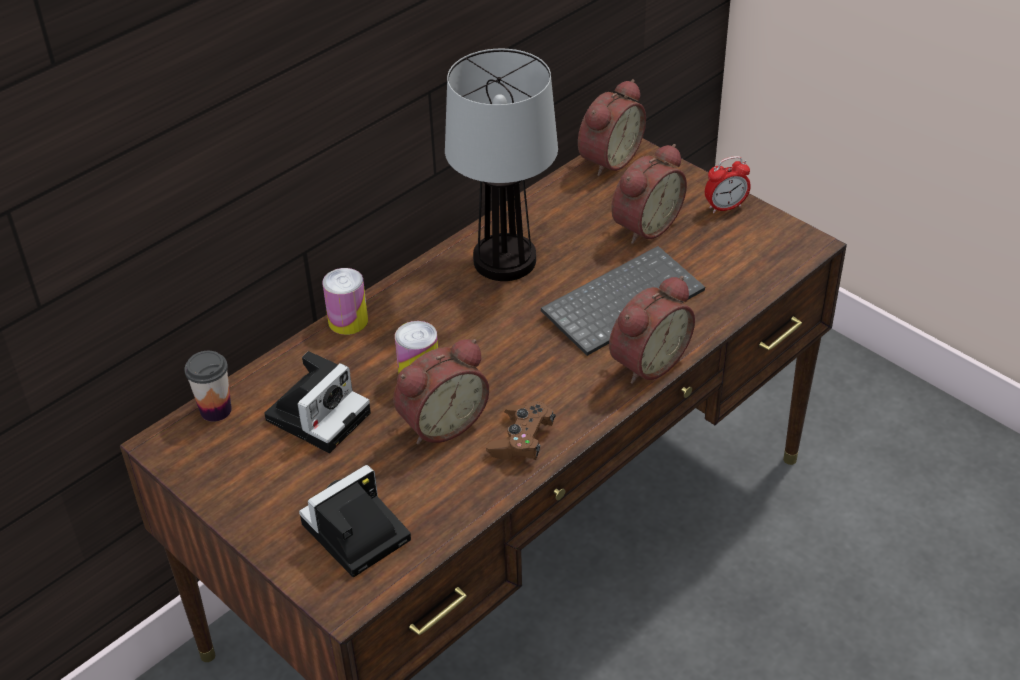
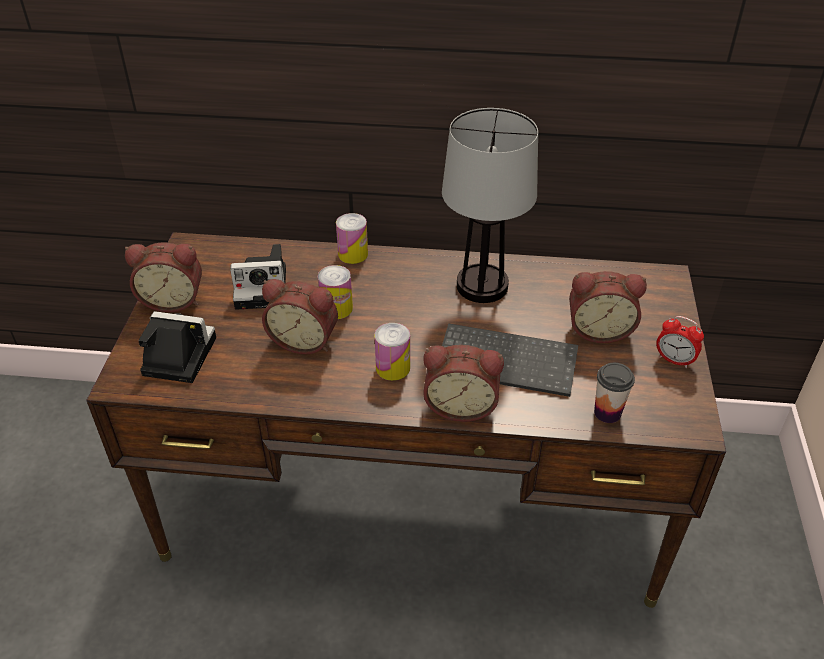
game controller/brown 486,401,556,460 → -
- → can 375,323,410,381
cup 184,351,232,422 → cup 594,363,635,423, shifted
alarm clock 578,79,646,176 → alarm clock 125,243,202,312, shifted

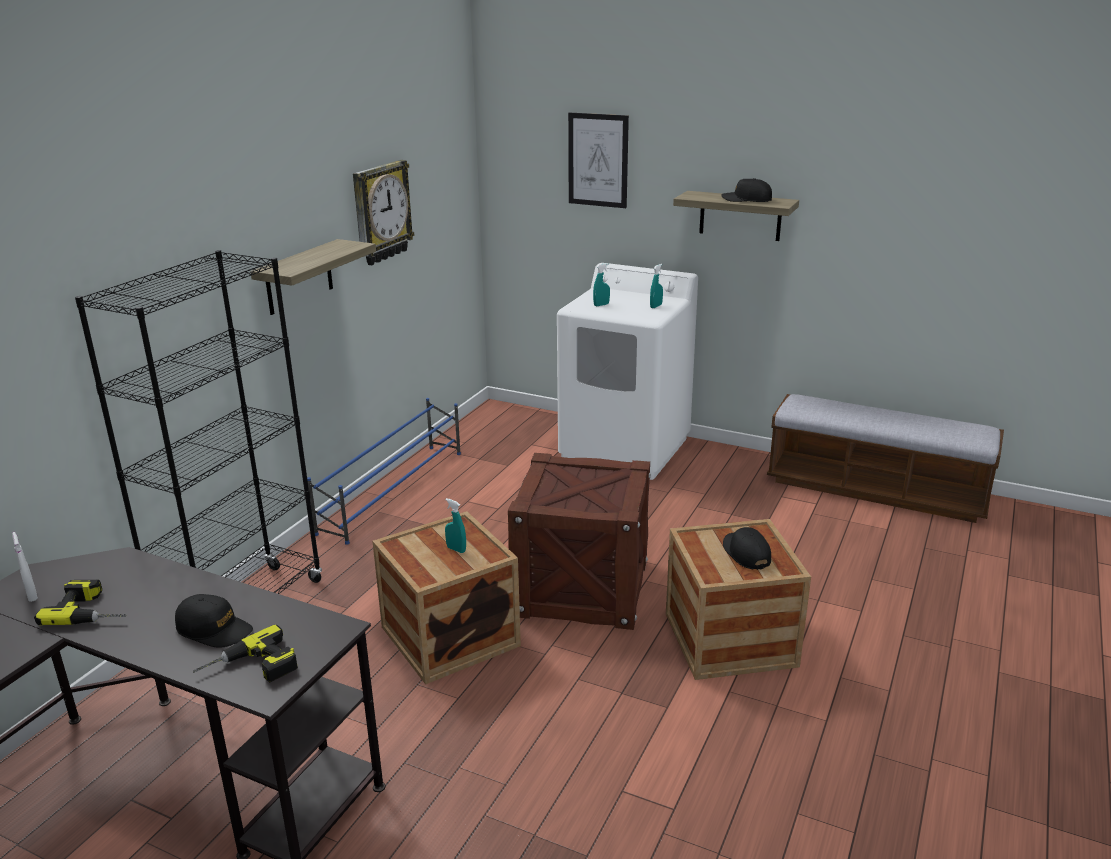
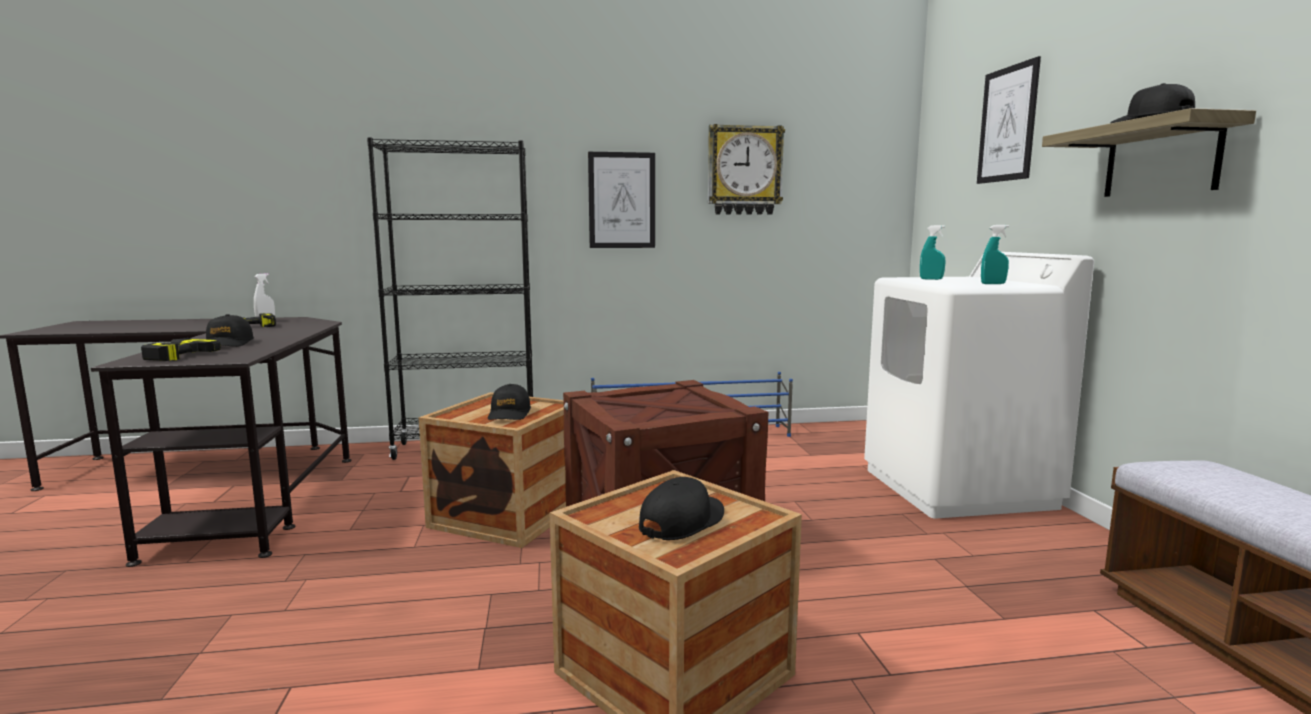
shelf 250,239,376,315 → picture 588,152,655,248
spray bottle/turquoise 445,498,466,553 → cap/black 488,384,531,420

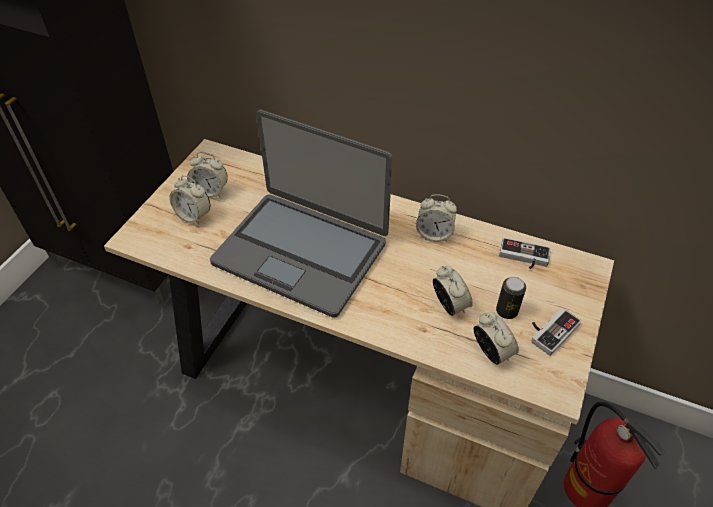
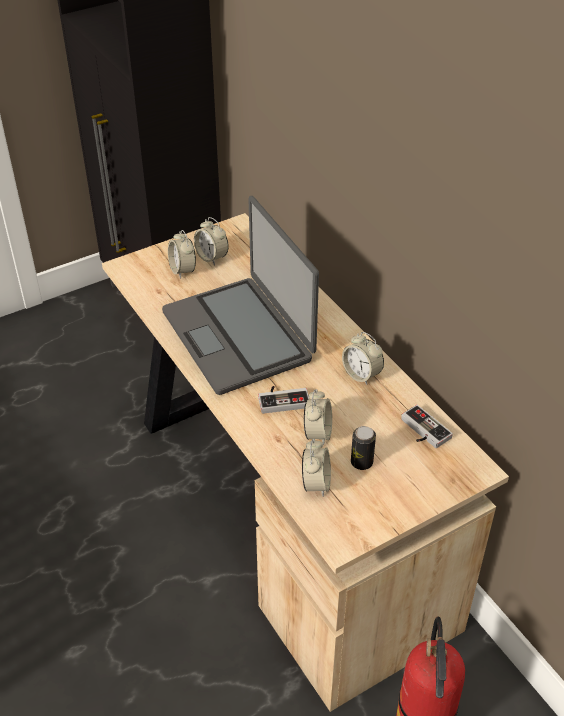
game controller 531,308,582,356 → game controller 258,386,309,414, shifted

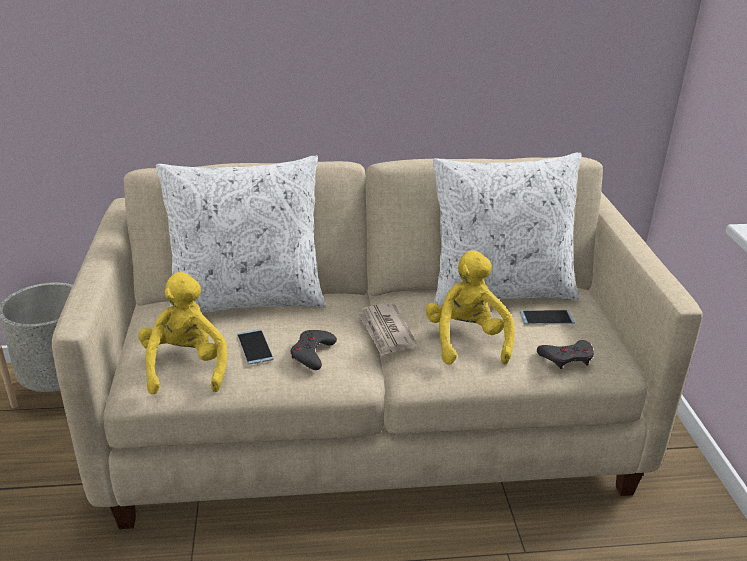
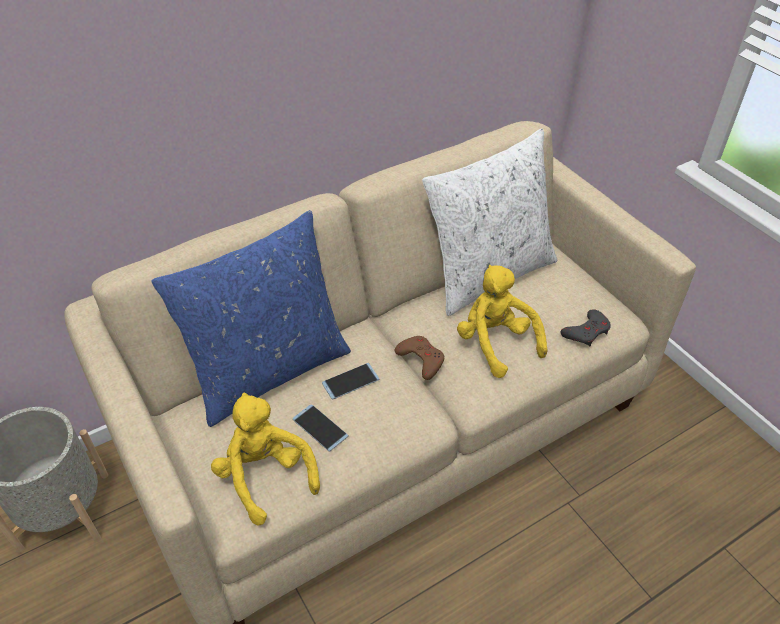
game controller/grey 291,330,337,370 → -
phone 520,310,575,325 → phone 322,363,379,399, shifted
newspaper 357,303,417,356 → game controller/brown 395,336,445,380
pillow/white 156,155,326,313 → pillow/blue 151,210,351,427

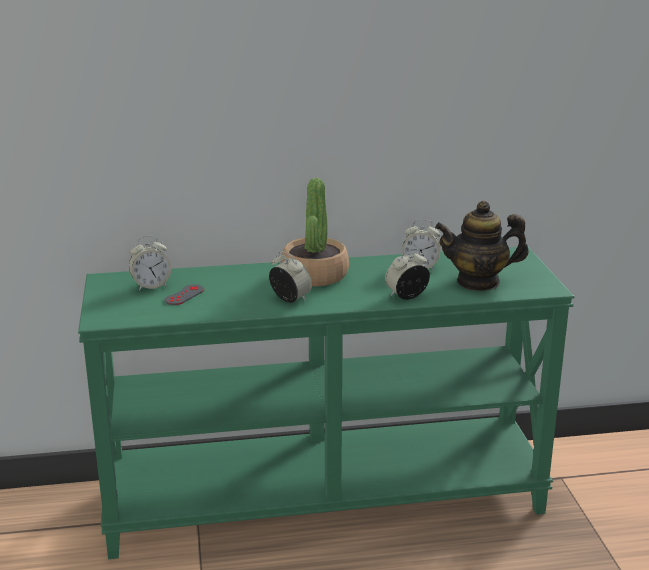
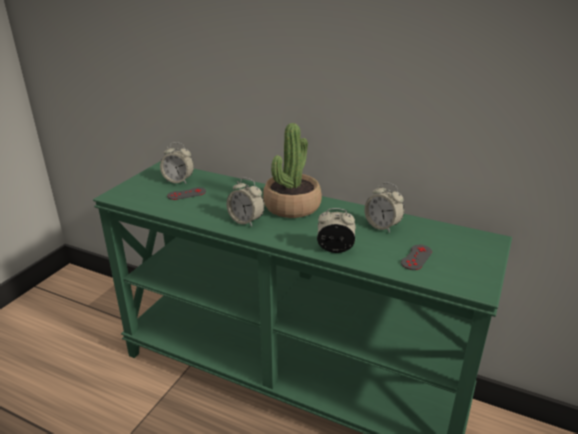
teapot 435,201,529,291 → game controller/grey 401,245,432,270
alarm clock 269,251,312,303 → alarm clock 227,178,264,227, 135 degrees clockwise

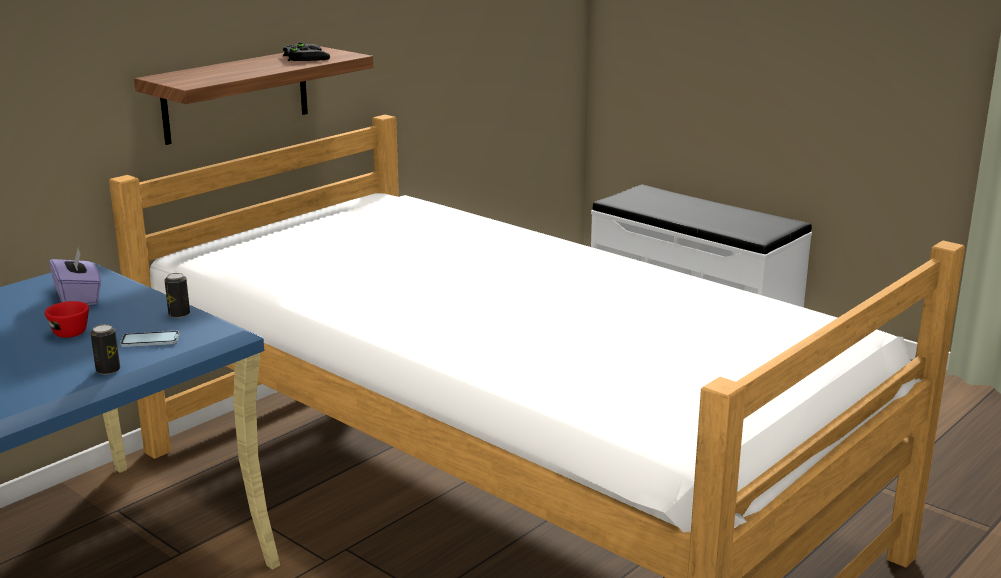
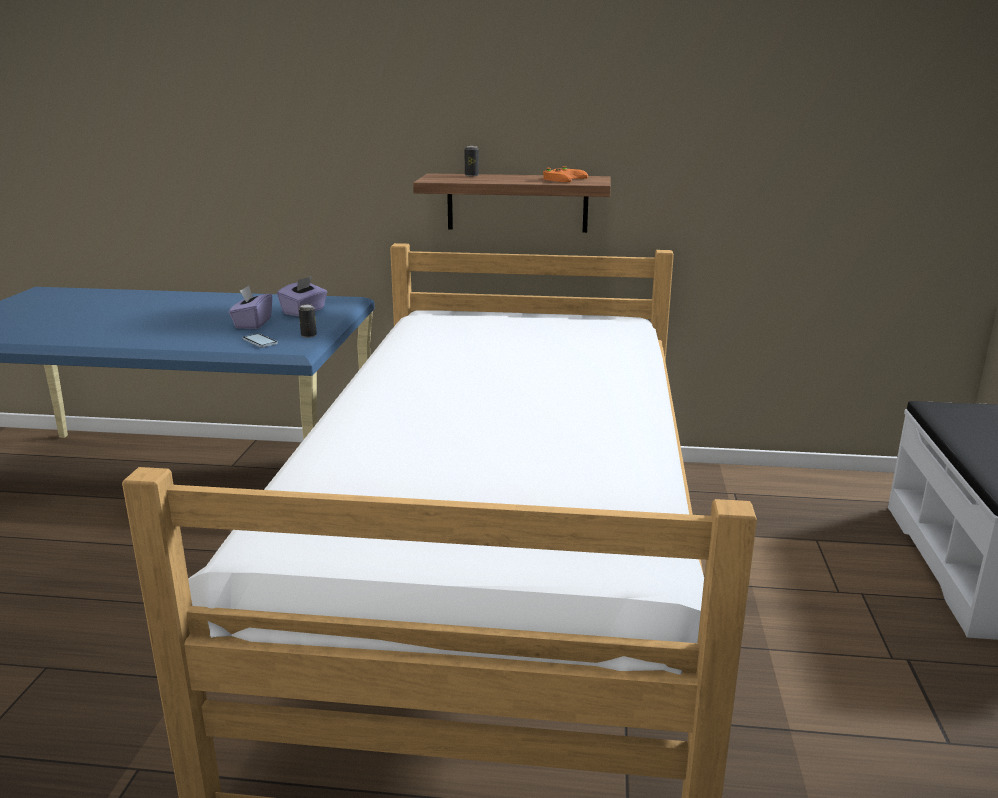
can 91,324,120,375 → can 464,146,479,176, shifted
cup/red 45,301,89,338 → tissue box/purple 229,285,272,329
game controller/black 283,42,330,61 → game controller/orange 543,166,588,182

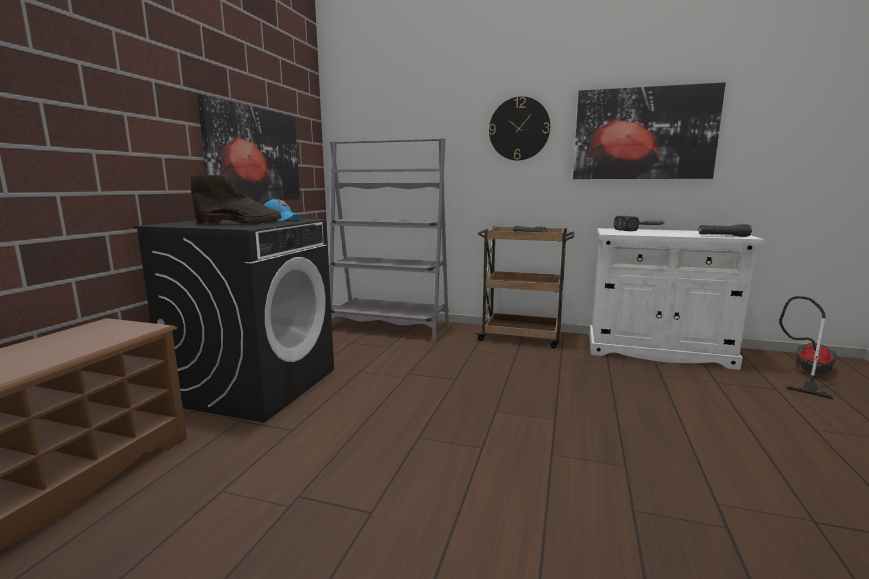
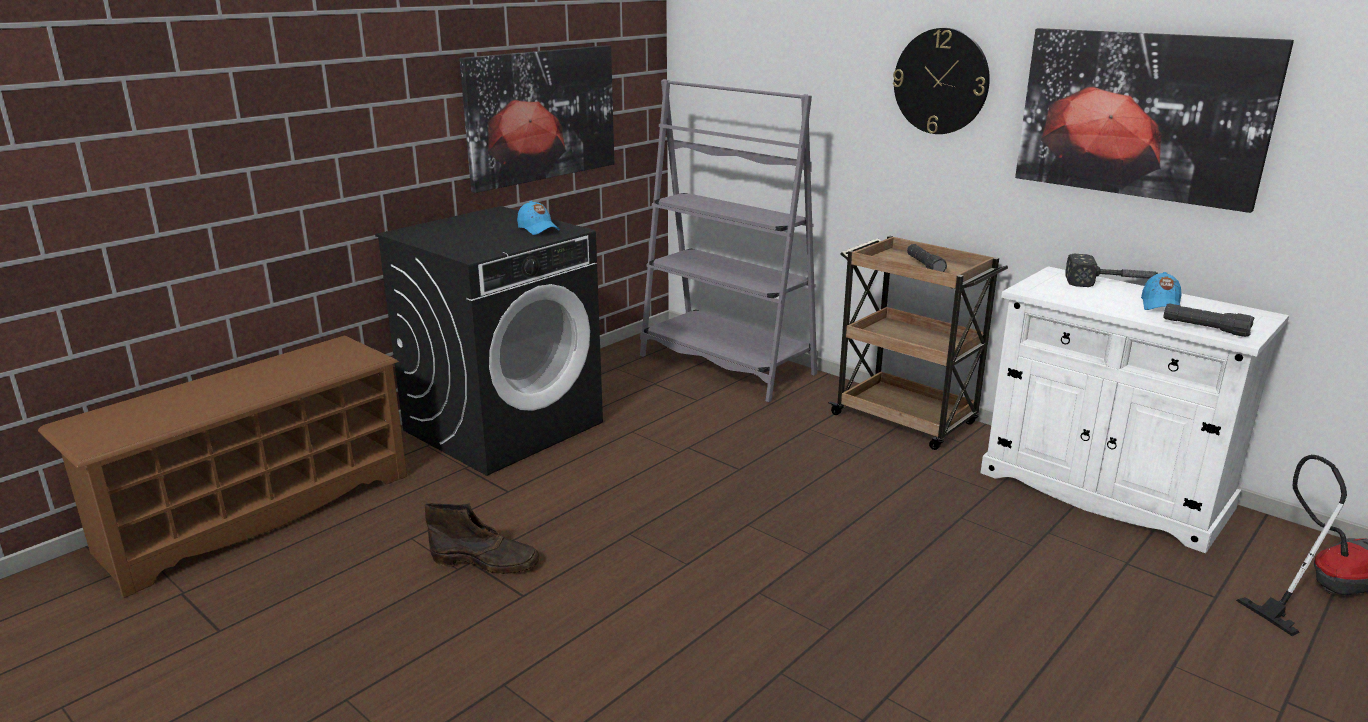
- → cap/blue 1141,272,1182,310
boot/brown 190,174,281,225 → boot/brown 424,503,540,574, shifted

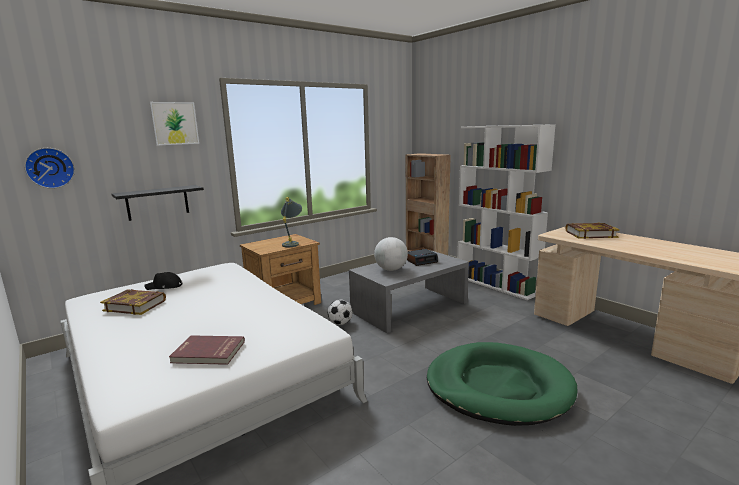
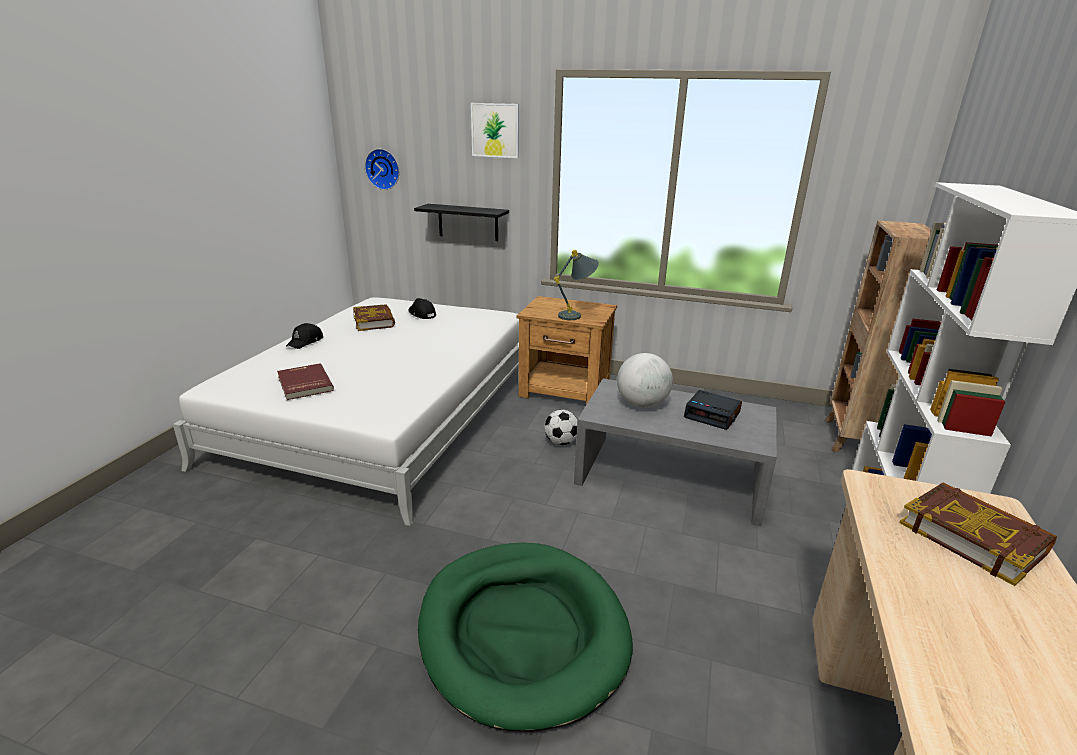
- → cap/black 286,323,323,349

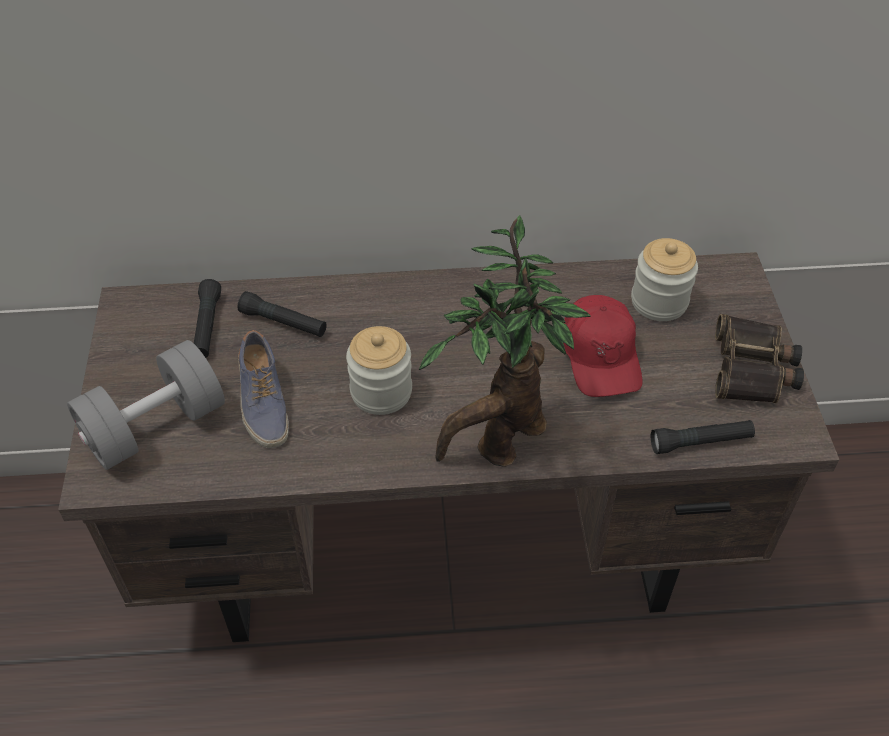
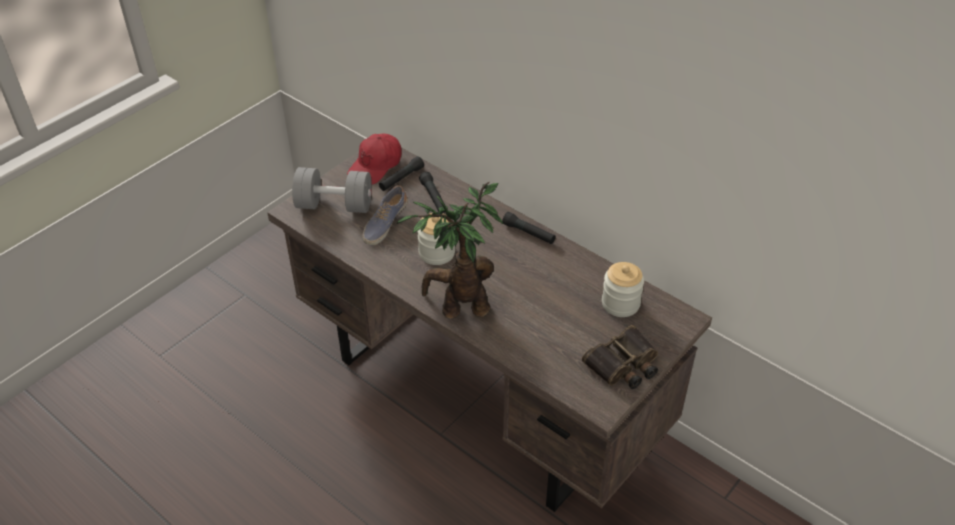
cap/red 563,295,642,397 → cap/red 347,134,402,185, shifted
flashlight/black 651,420,755,454 → flashlight/black 502,212,556,244, shifted

